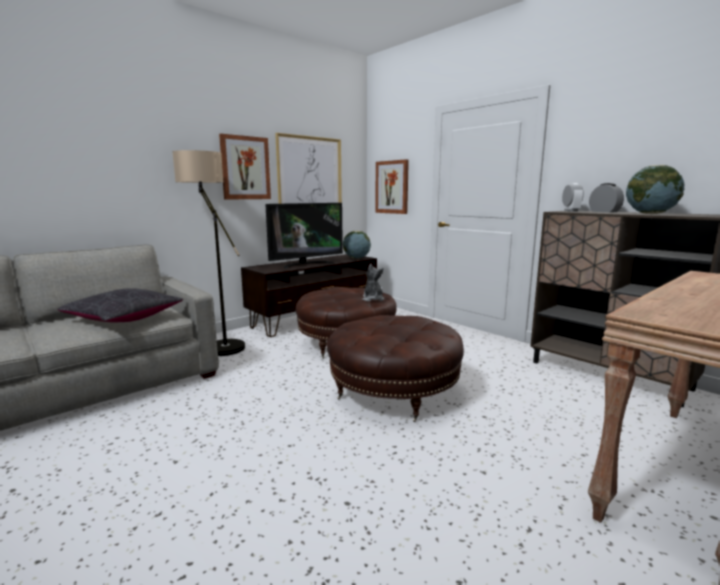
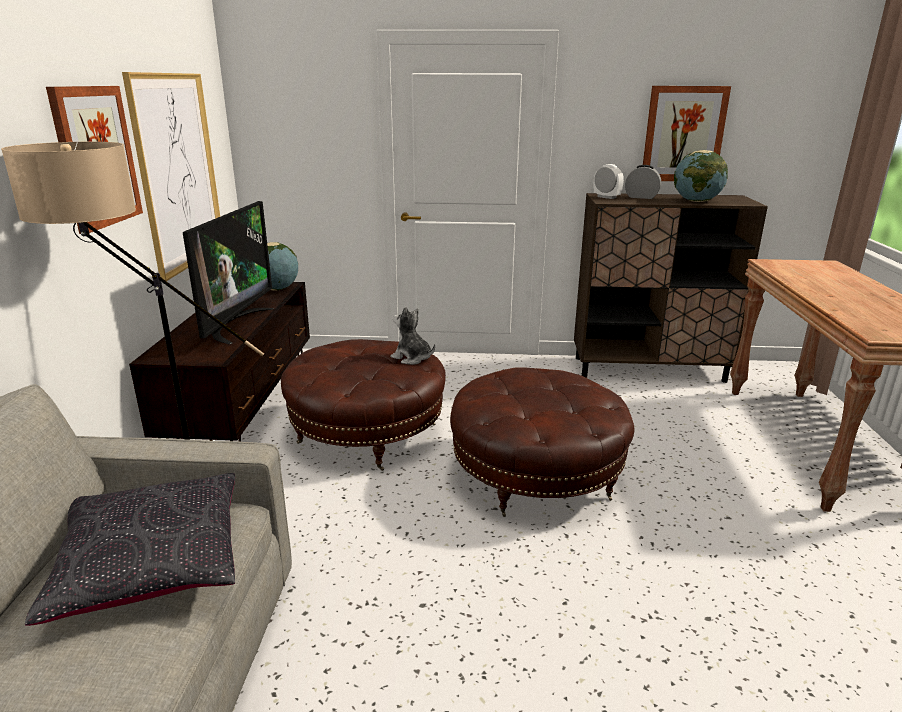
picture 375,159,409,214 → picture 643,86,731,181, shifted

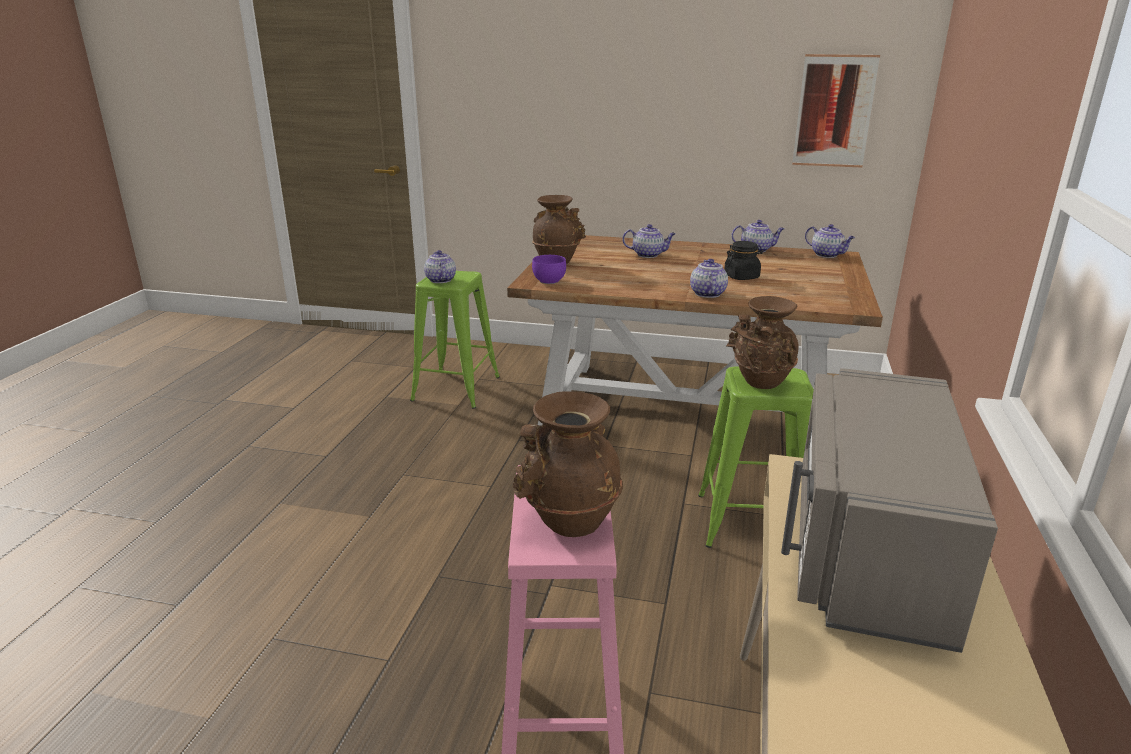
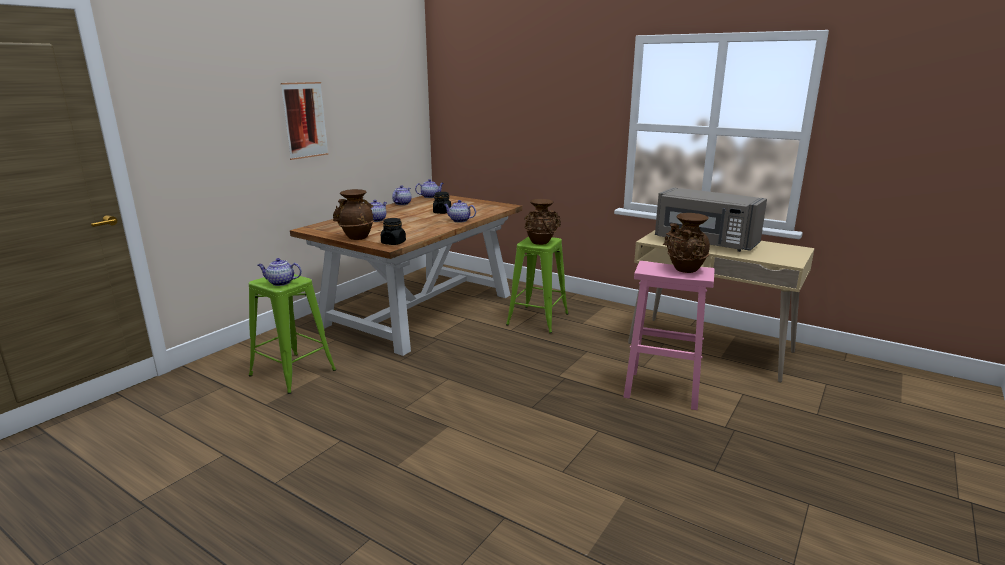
picture 792,54,880,168 → picture 281,82,328,160, shifted
bowl/purple 532,255,566,284 → jar/black 381,218,406,245

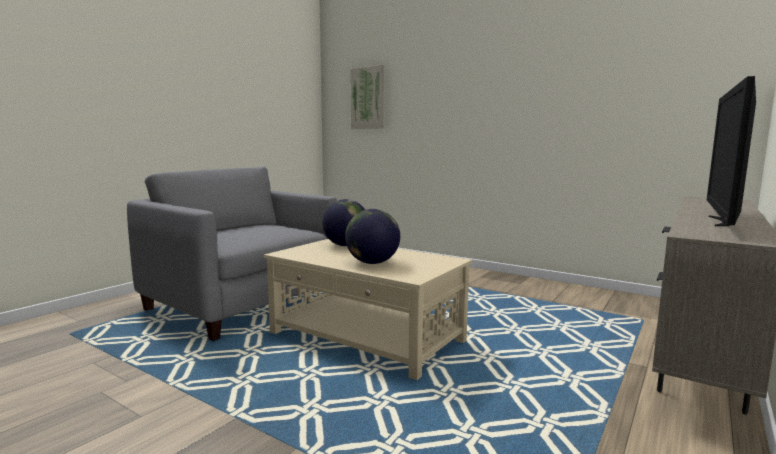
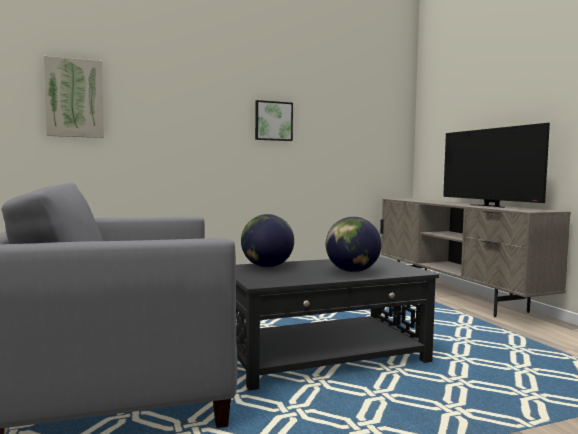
- → picture 255,100,293,141
coffee table/beige 264,239,472,380 → coffee table/black 236,256,439,391

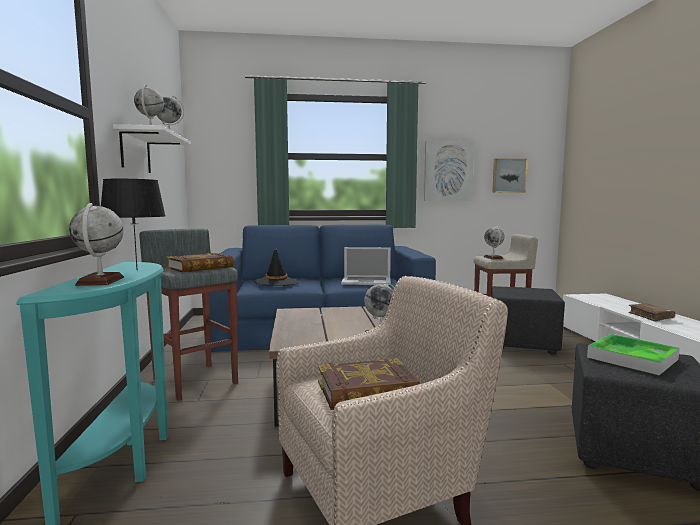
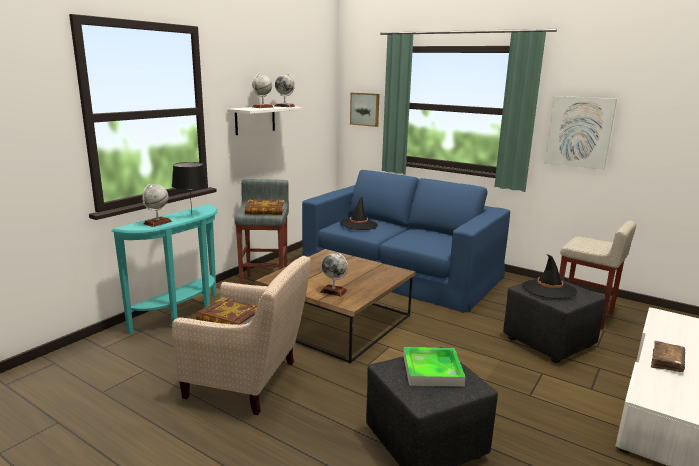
laptop 341,247,391,285 → -
globe 484,226,505,259 → -
- → hat/black 522,254,577,299
picture 492,158,528,193 → picture 350,93,380,127, shifted

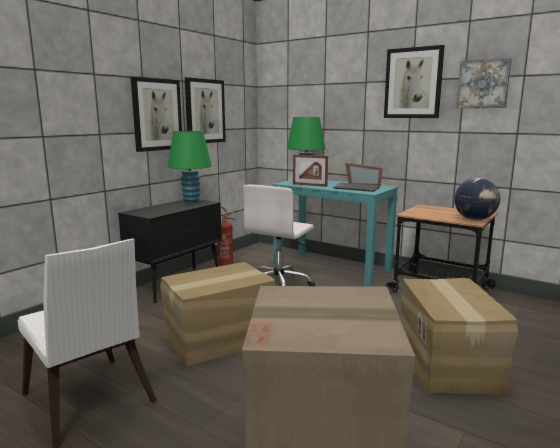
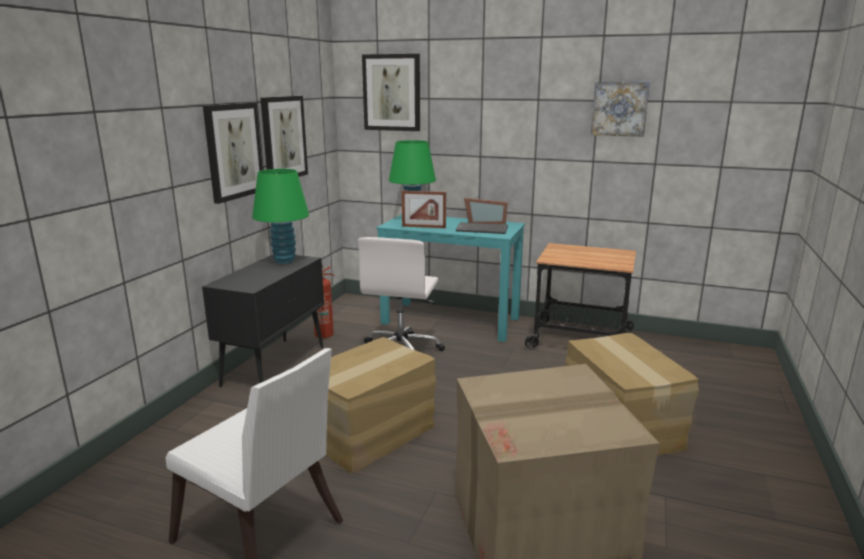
globe 454,178,500,220 → -
picture 384,45,445,118 → picture 362,54,420,131, shifted

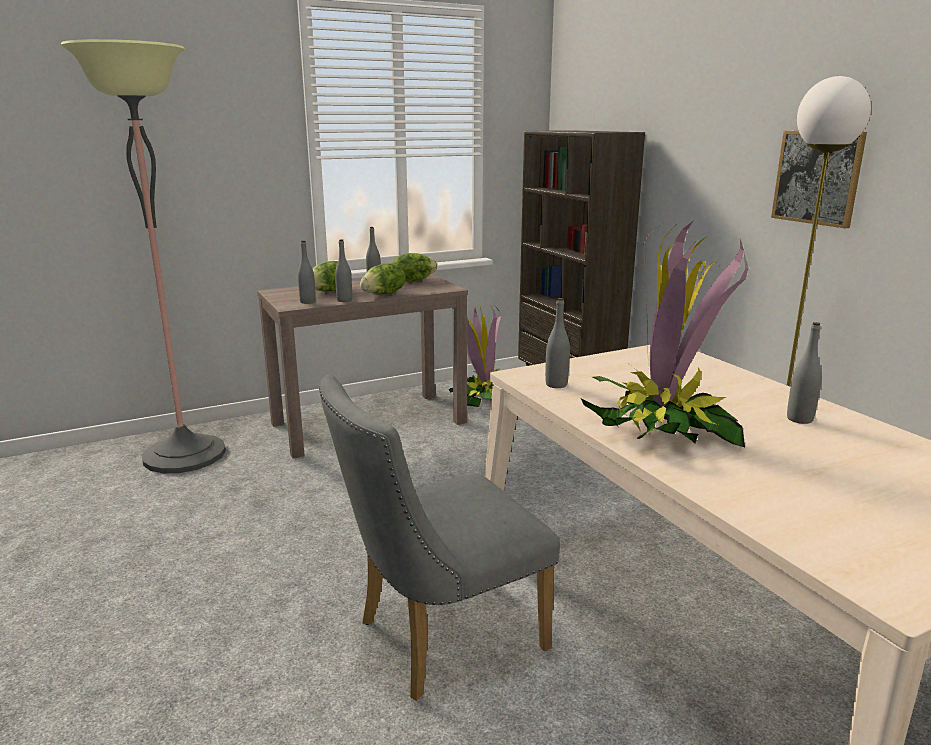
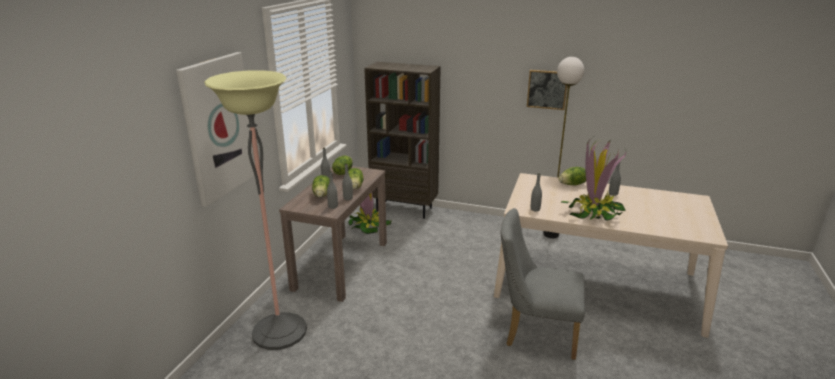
- → picture 176,52,255,207
- → lettuce 558,167,586,185
chair/grey 319,374,560,701 → chair/grey 501,208,585,360, 90 degrees clockwise

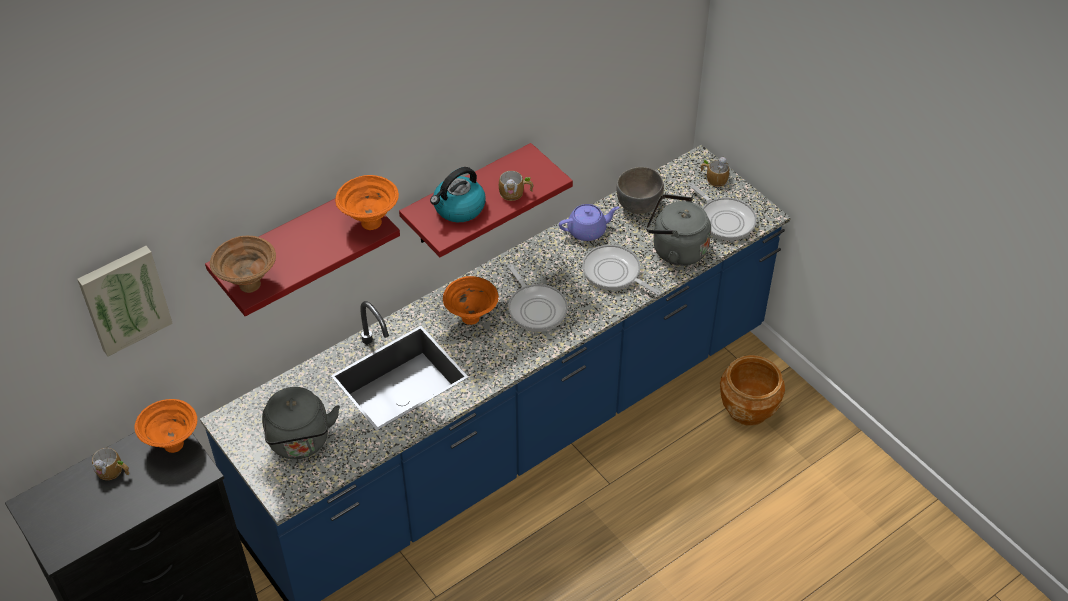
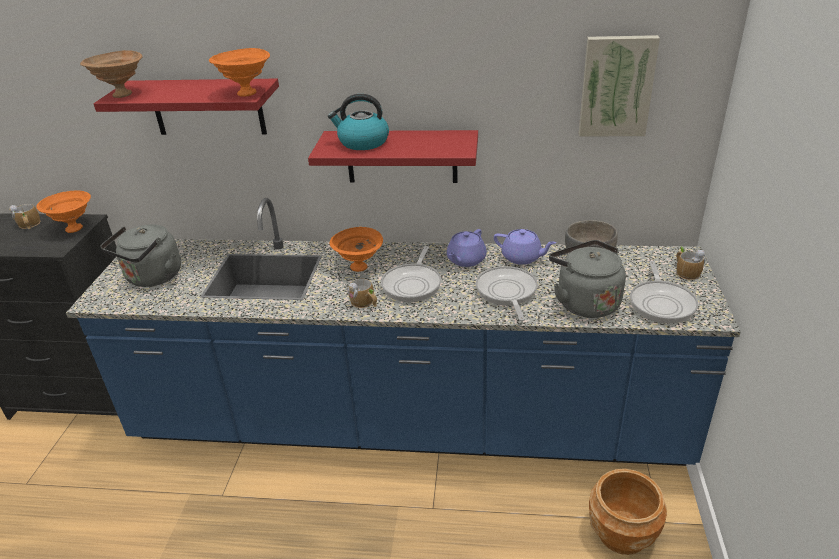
- → teapot/purple 447,229,487,267
picture 77,246,173,357 → picture 579,35,660,136, shifted
mug 499,171,533,201 → mug 347,279,377,308, shifted

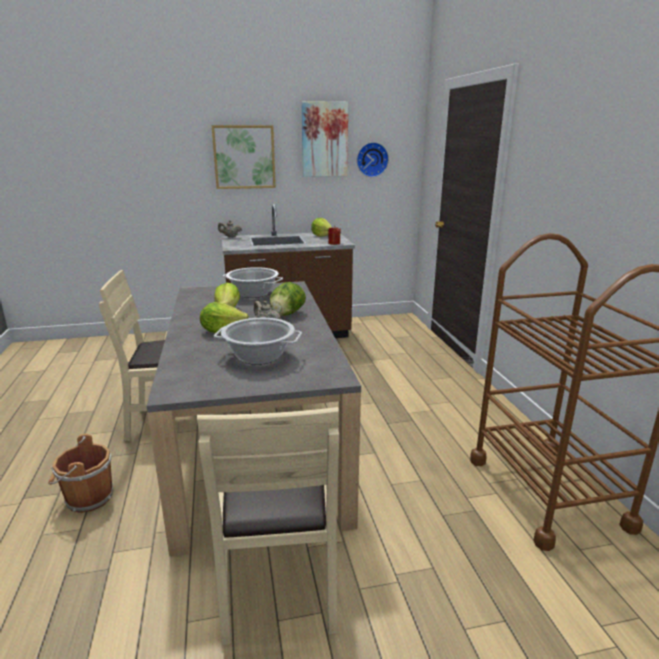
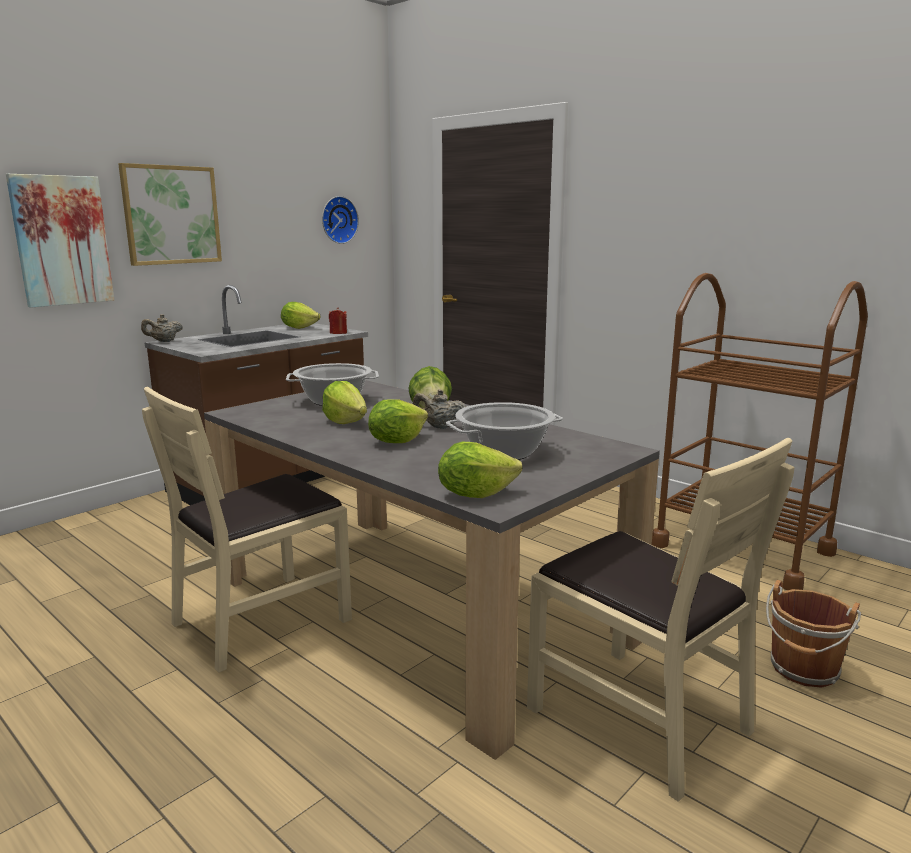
- → lettuce 438,442,522,498
bucket/brown 48,434,113,513 → bucket/brown 766,580,861,688, shifted
picture 301,101,348,177 → picture 6,174,114,308, shifted

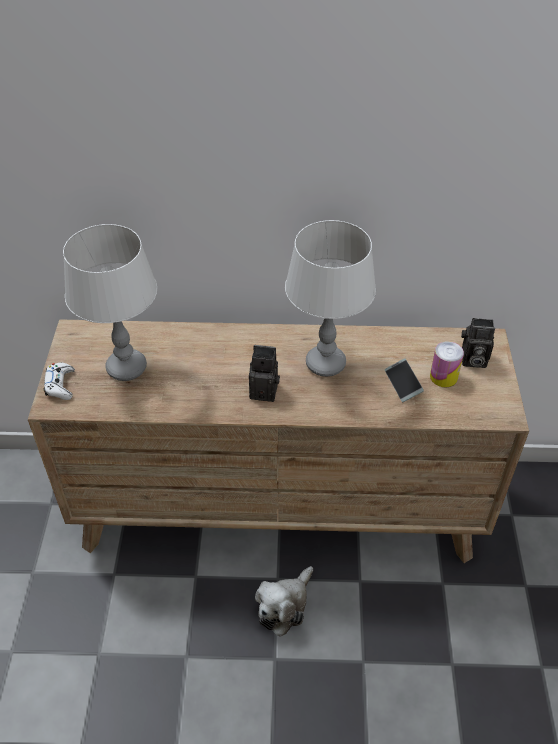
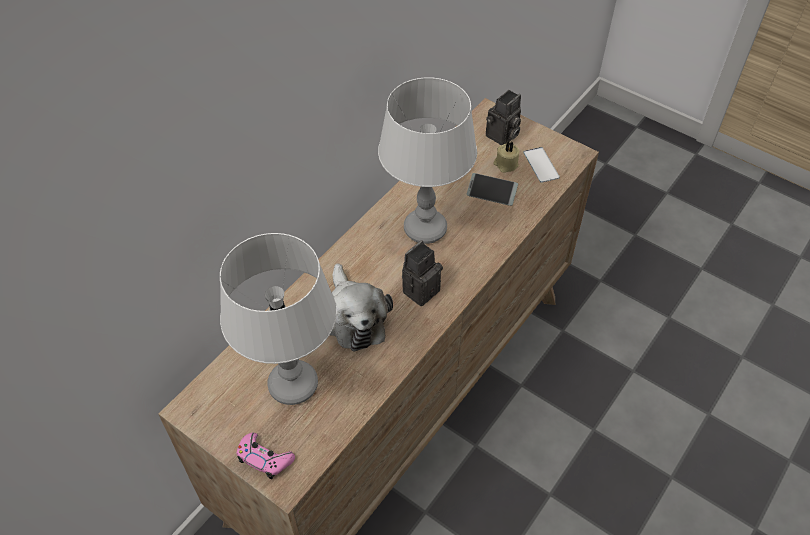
- → phone 523,147,560,183
plush toy 255,566,313,637 → plush toy 330,263,393,352, shifted
can 430,341,464,387 → candle/beige 494,141,520,172
game controller/white 44,362,75,400 → game controller/pink 236,433,295,479

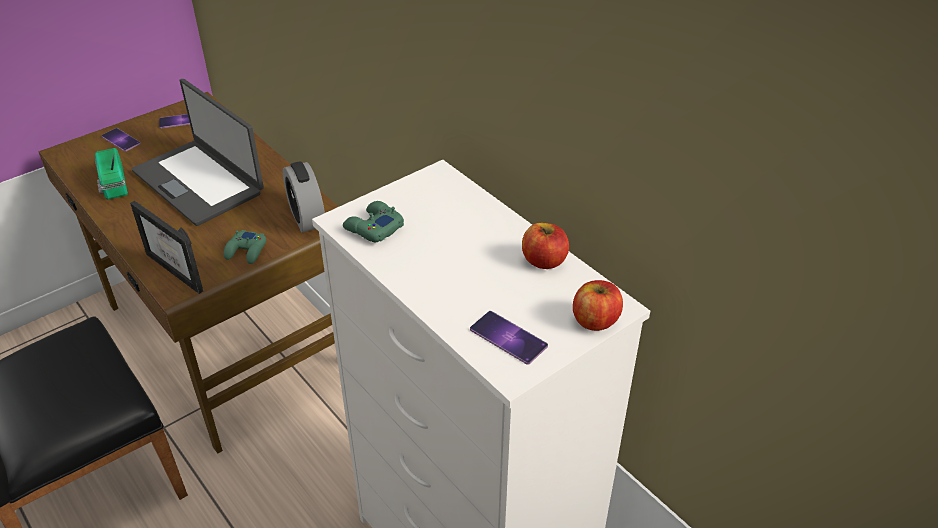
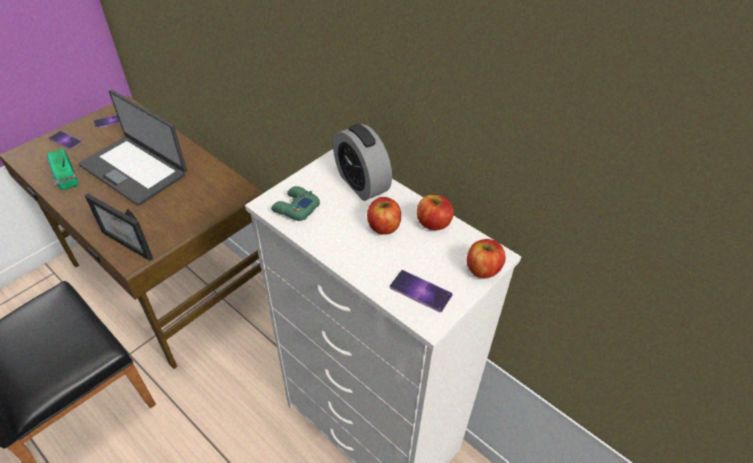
game controller/green 223,230,266,264 → -
- → apple 367,197,401,235
alarm clock 283,161,325,233 → alarm clock 333,124,392,201, shifted

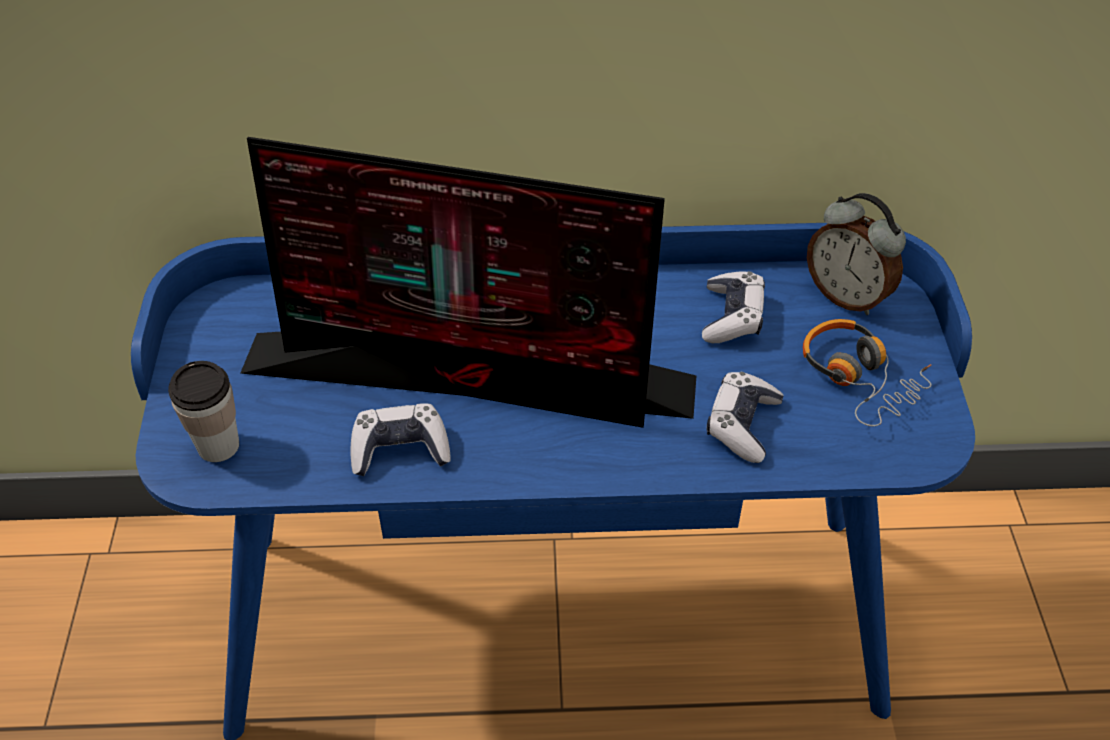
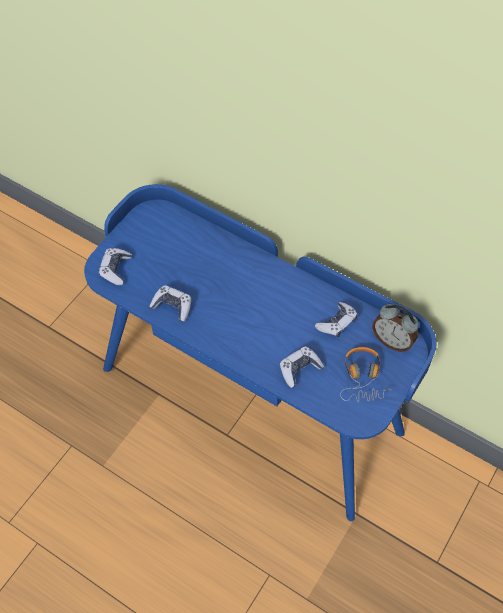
monitor 241,137,696,428 → -
cup 168,361,239,462 → game controller 99,248,132,285
alarm clock 807,193,906,315 → alarm clock 372,304,419,352, 45 degrees counterclockwise

